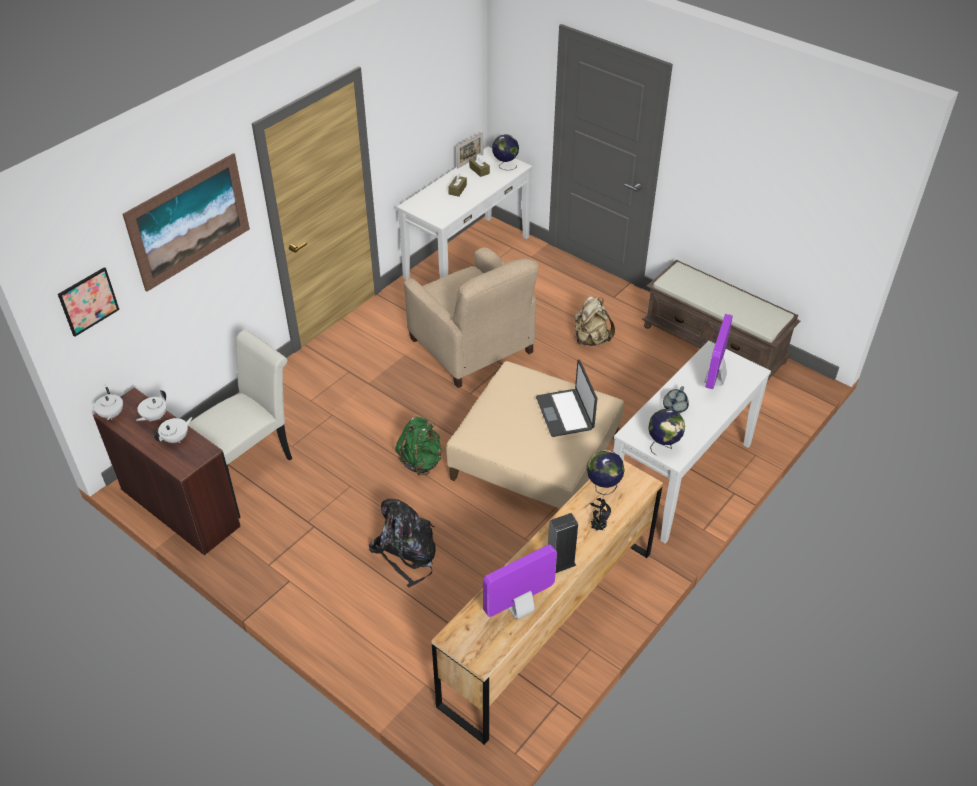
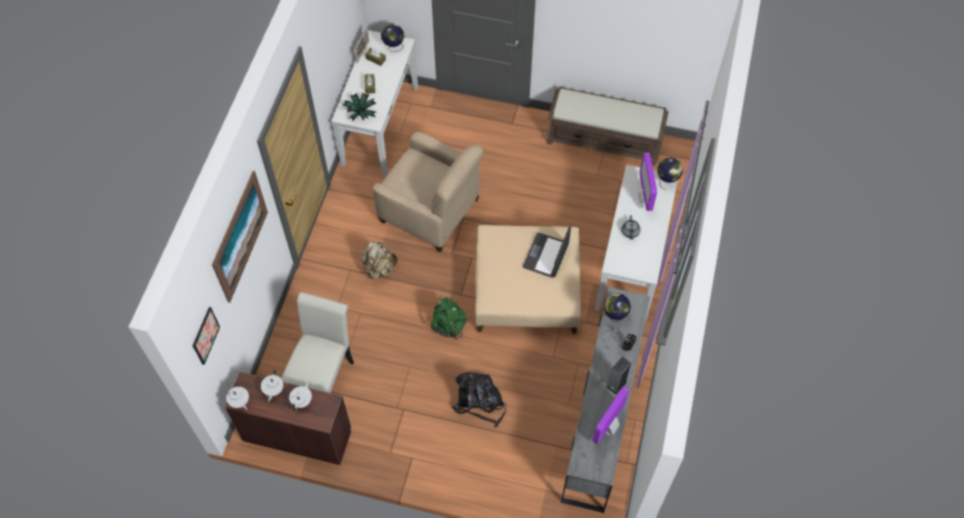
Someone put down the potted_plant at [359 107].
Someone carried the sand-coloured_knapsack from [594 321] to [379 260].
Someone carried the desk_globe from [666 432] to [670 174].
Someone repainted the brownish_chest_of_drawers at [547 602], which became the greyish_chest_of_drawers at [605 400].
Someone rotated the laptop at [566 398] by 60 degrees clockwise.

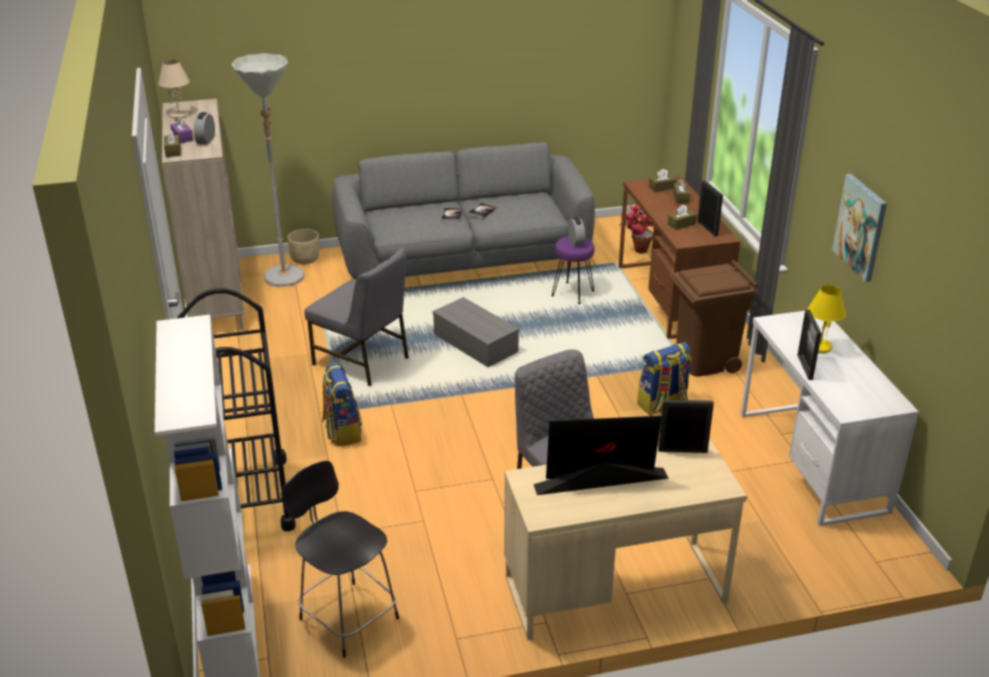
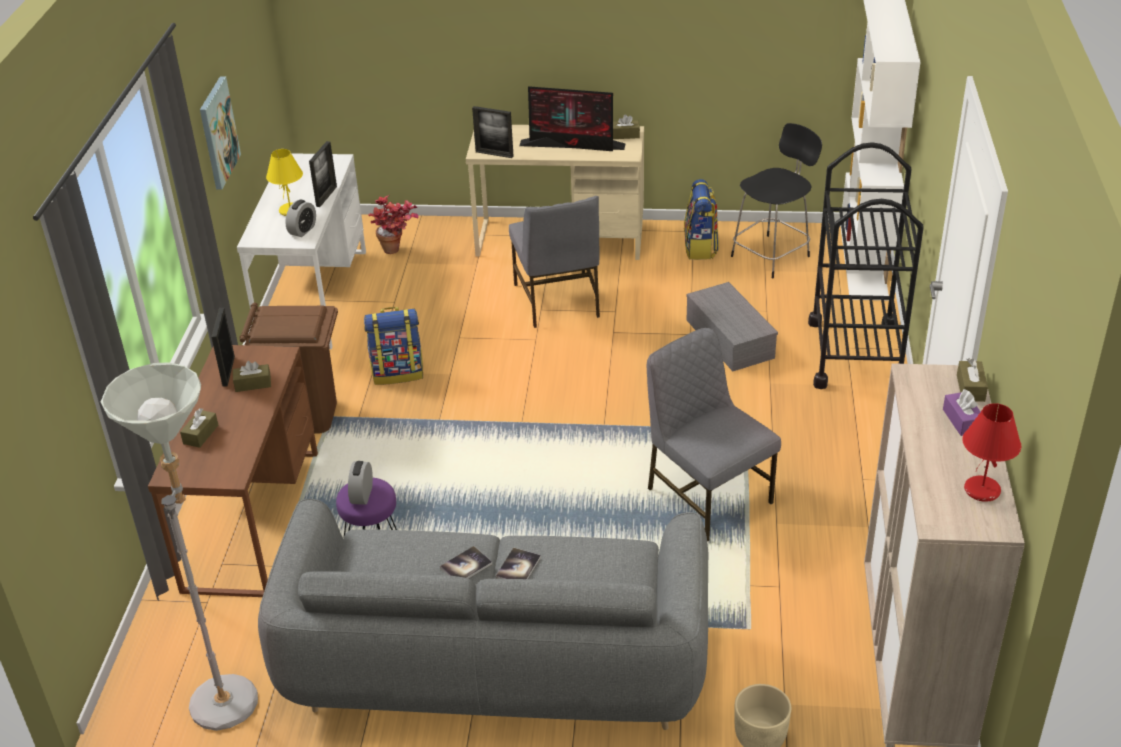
Someone carried the bedside_clock from [204 128] to [300 218].
Someone carried the greyish_standing_lamp from [268 170] to [179 546].
Someone carried the knapsack from [342 404] to [701 219].
Someone carried the greyish_storage_box from [475 332] to [732 326].
Someone carried the potted_plant from [636 229] to [393 224].
Someone carried the brownish_tissue_box from [663 180] to [626 126].
Someone repainted the sand-coloured_lamp_for_a_table at [174 88], which became the red-coloured_lamp_for_a_table at [992 452].
Someone rotated the blackish_upright_chair at [340 559] by 105 degrees counterclockwise.

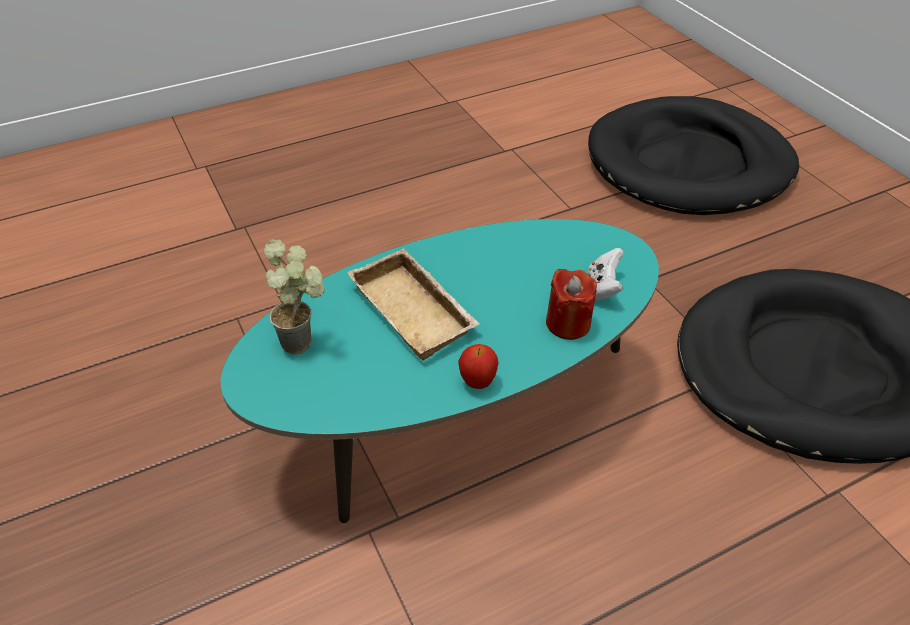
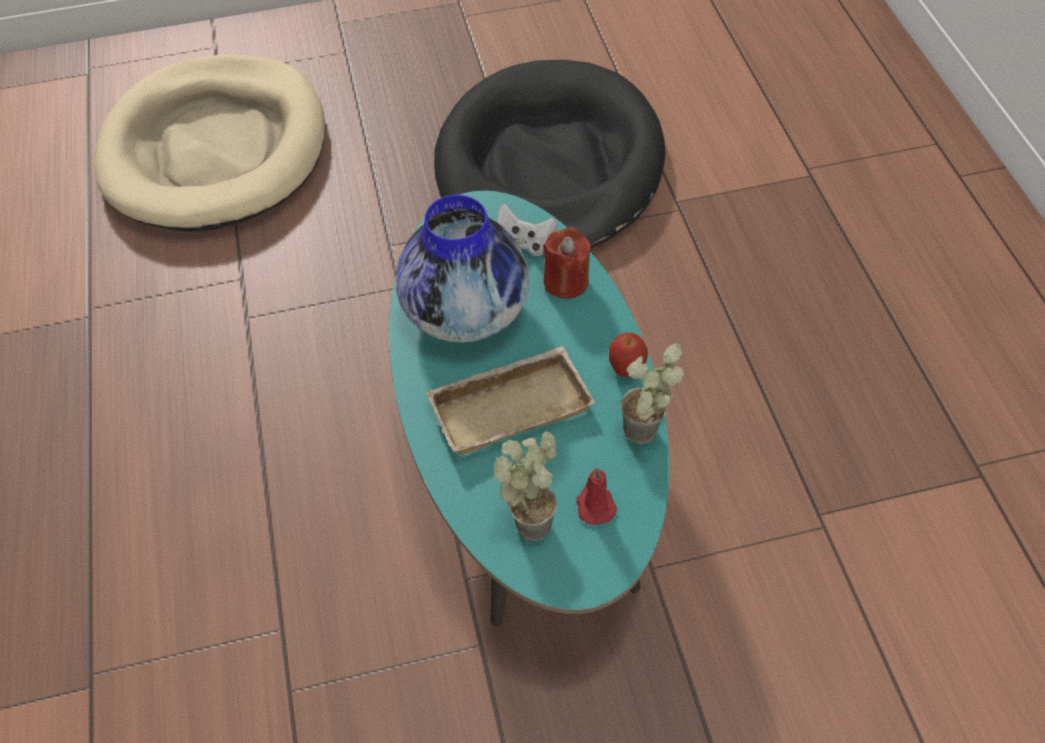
Someone put down the flower_vase at [462 268].
Someone put down the red-coloured_candle at [596 496].
Someone put down the potted_plant at [652 393].
Someone repainted the blackish_dog_bed at [693 155], which became the sand-coloured_dog_bed at [209 143].

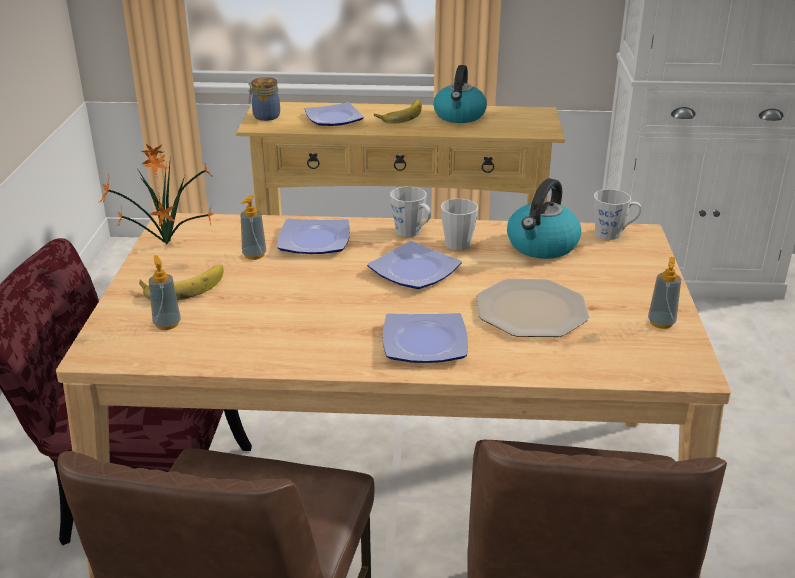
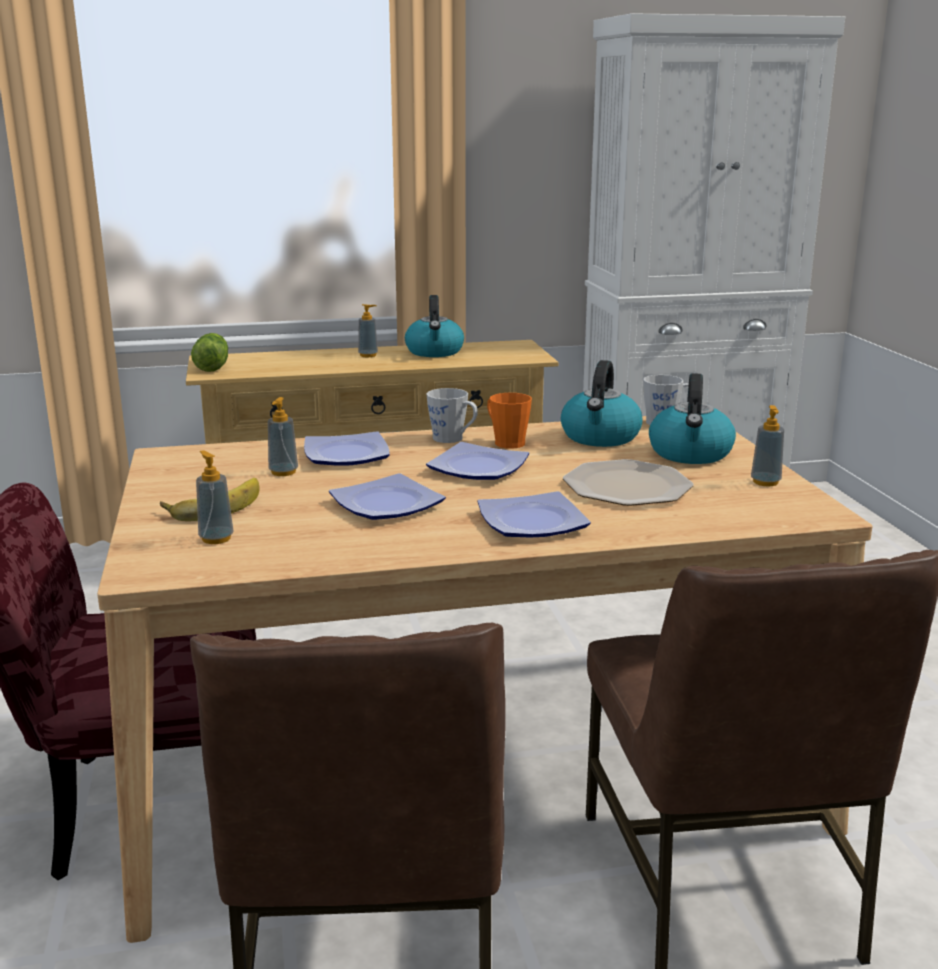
Someone took away the potted_plant at [157 194].
Someone put down the kettle at [692 418].
Someone carried the dinner_plate from [334 114] to [387 496].
Someone swapped the storage_jar at [264 99] for the head_of_lettuce at [209 352].
Someone swapped the banana at [398 112] for the liquid_soap_bottle at [368 330].
Someone repainted the greyish_tea_mug at [459 224], which became the orangey_tea_mug at [509 421].

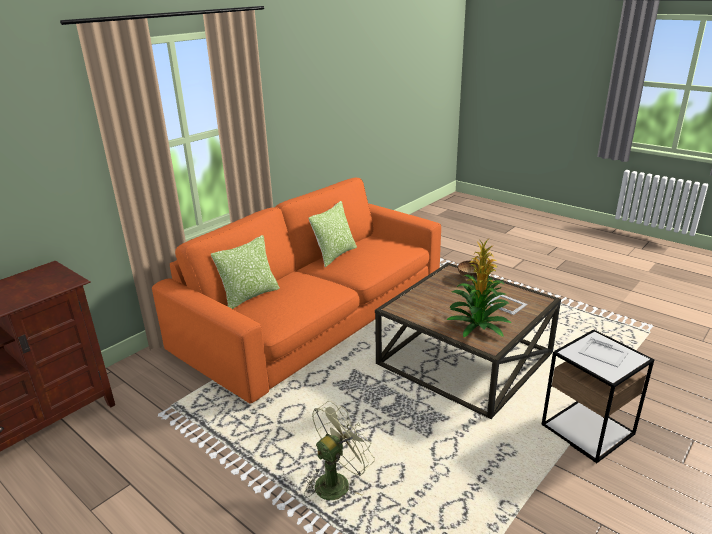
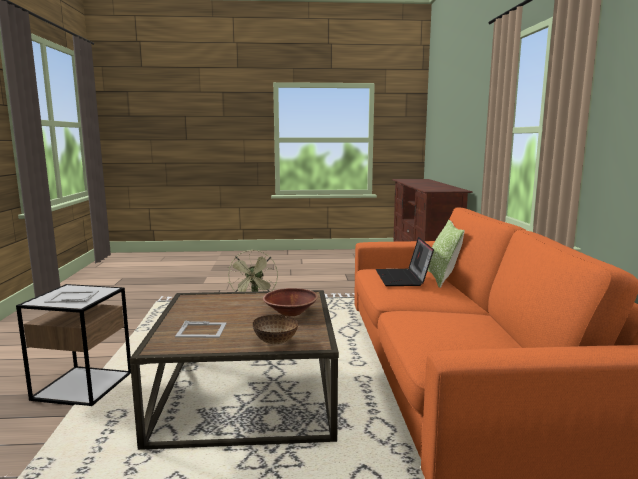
Someone took away the throw_pillow at [332 234].
Someone took away the potted_plant at [478 288].
Someone put down the brownish_serving_bowl at [290 302].
Someone put down the laptop at [405 261].

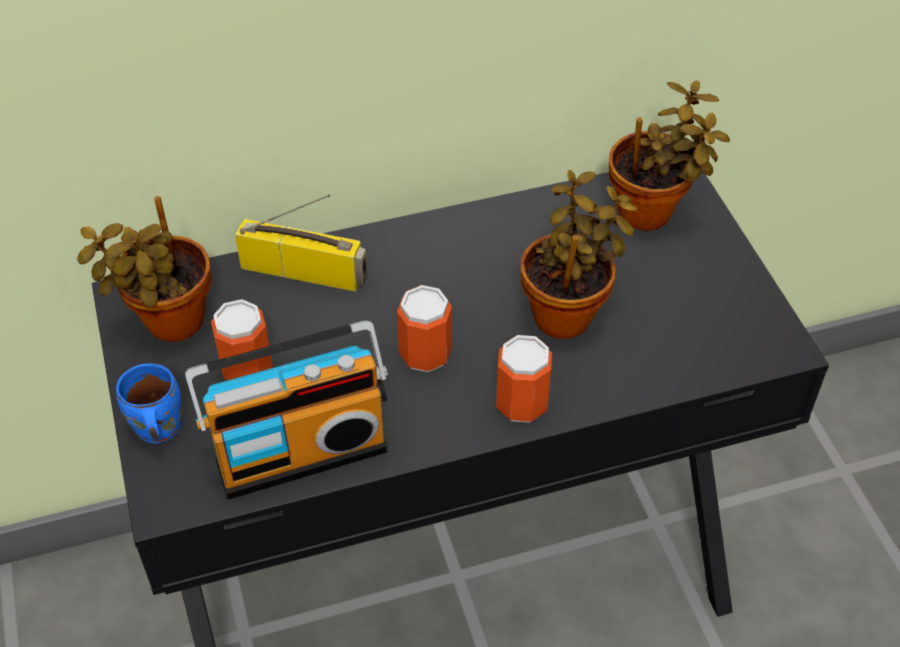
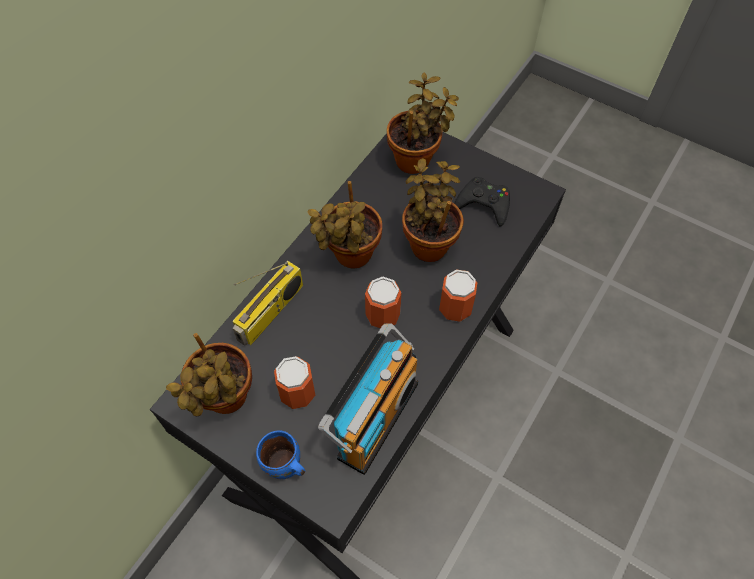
Someone put down the potted_plant at [345 224].
Someone put down the blackish_game_controller at [482 201].
Someone rotated the radio_receiver at [301 242] by 150 degrees clockwise.

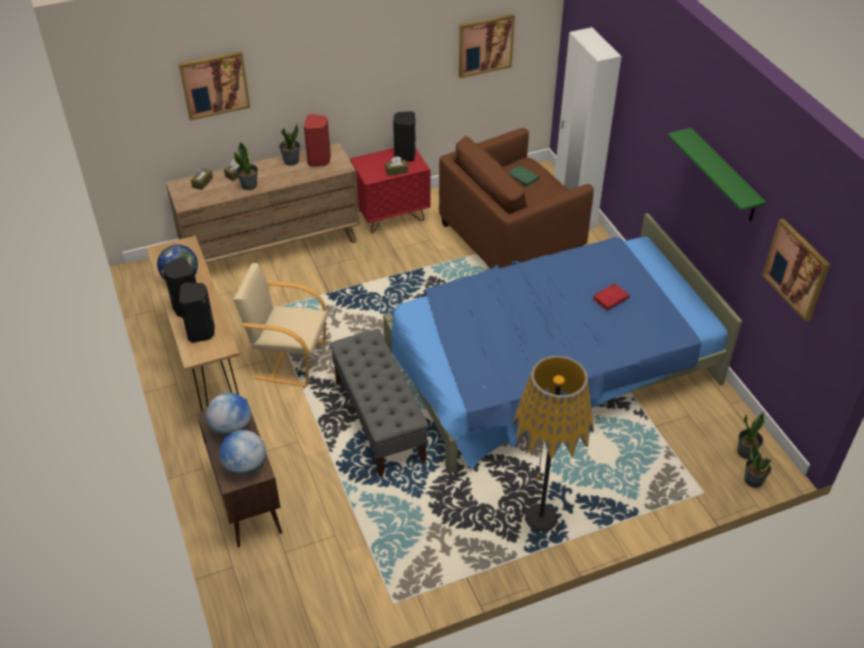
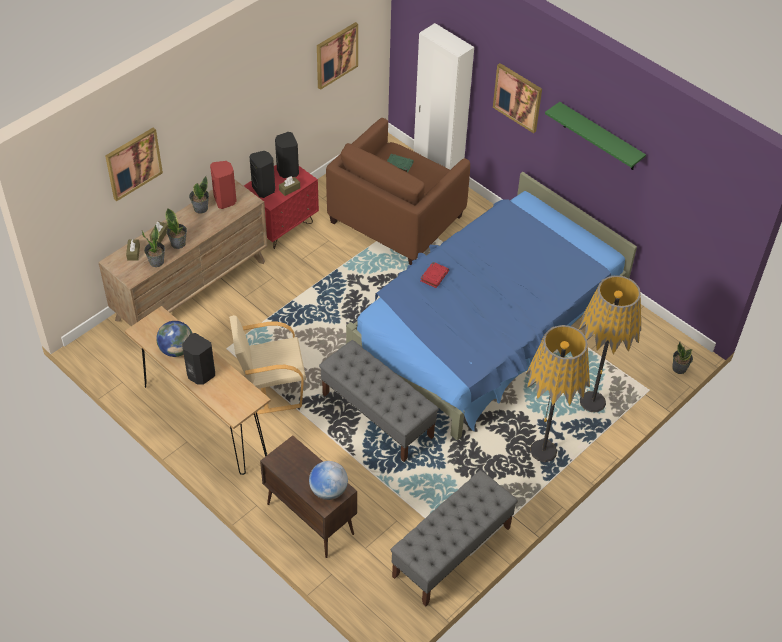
Someone took away the desk_globe at [228 415].
Someone put down the greyish_indoor_bench at [454 538].
Someone put down the standing_lamp at [610 344].
Someone carried the blackish_audio_speaker from [197 312] to [262 174].
Someone carried the red-coloured_bound_book from [611 297] to [435 275].
Someone carried the potted_plant from [750 435] to [153 246].
Someone carried the wall_art from [796 270] to [517 98].

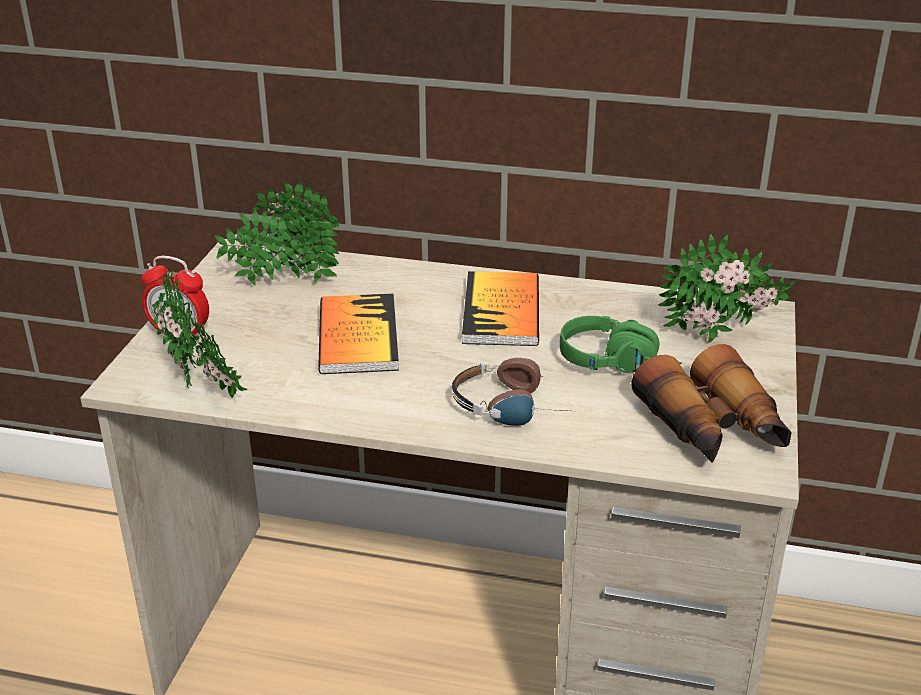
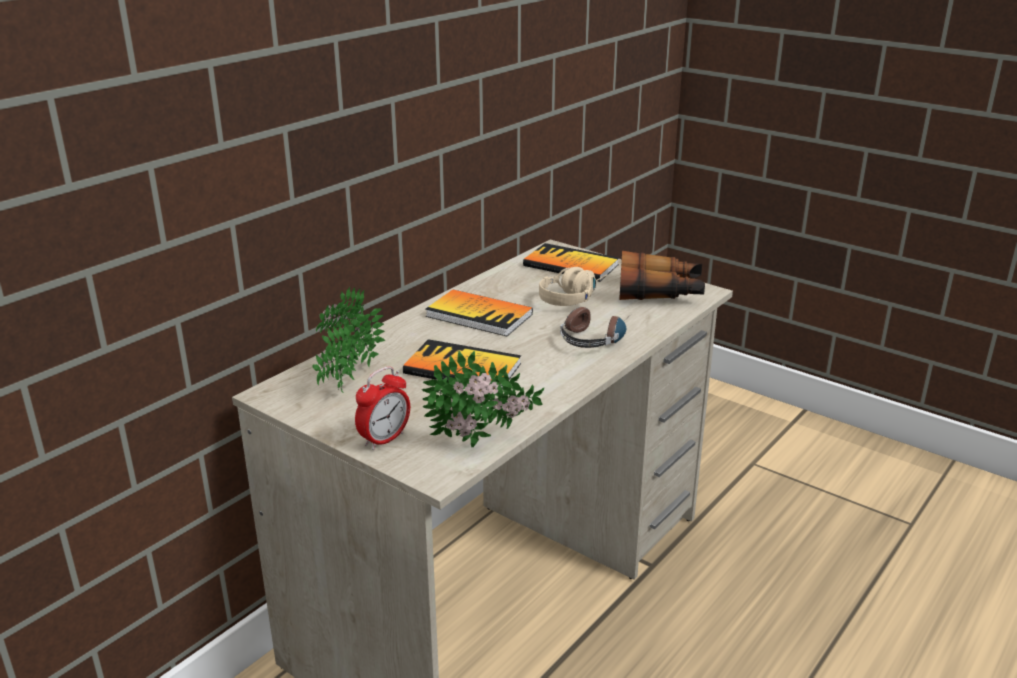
Someone swapped the potted_plant at [726 288] for the bound_book at [571 262].
Someone repainted the green_headset at [621 344], which became the sand-coloured_headset at [573 286].

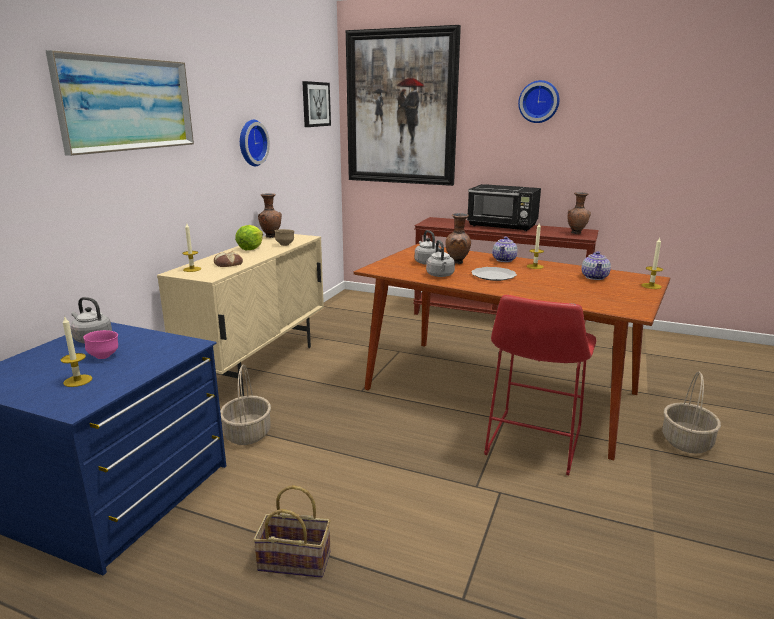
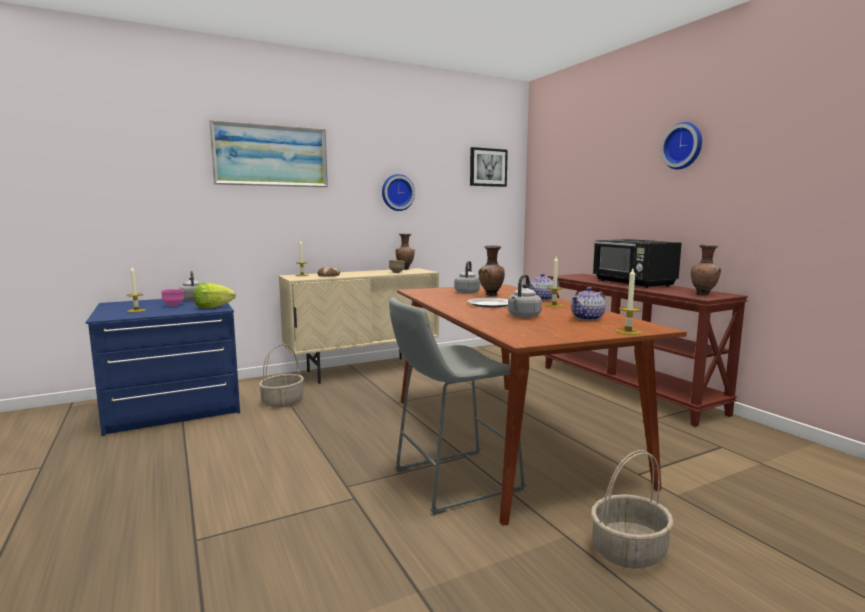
Someone took away the household_basket at [292 531].
Someone took away the wall_art at [403 105].
Someone carried the head_of_lettuce from [249 238] to [215 295].
Someone carried the greyish_kettle from [440 258] to [525 296].
Someone repainted the red-coloured_sitting_stool at [540 385], which became the greyish_sitting_stool at [457 406].

